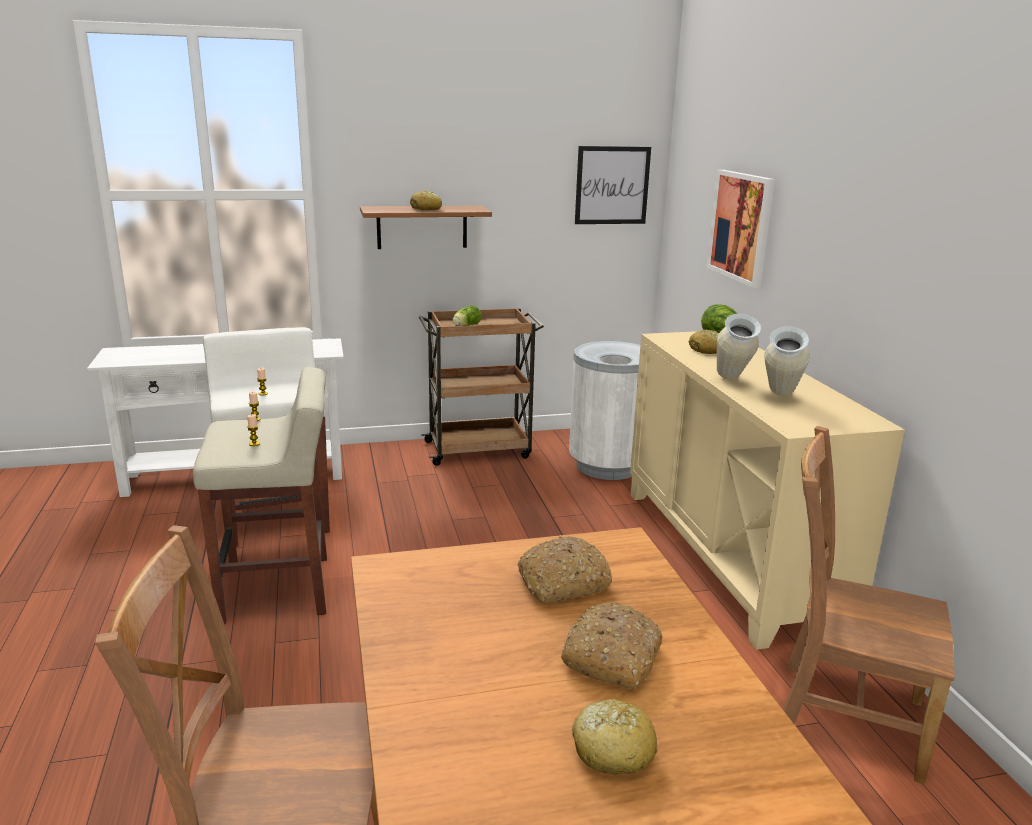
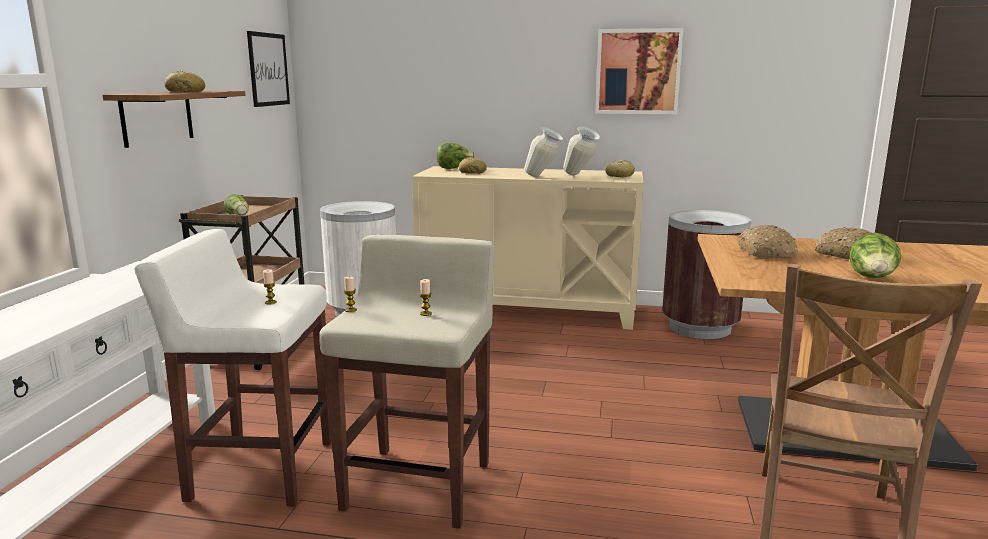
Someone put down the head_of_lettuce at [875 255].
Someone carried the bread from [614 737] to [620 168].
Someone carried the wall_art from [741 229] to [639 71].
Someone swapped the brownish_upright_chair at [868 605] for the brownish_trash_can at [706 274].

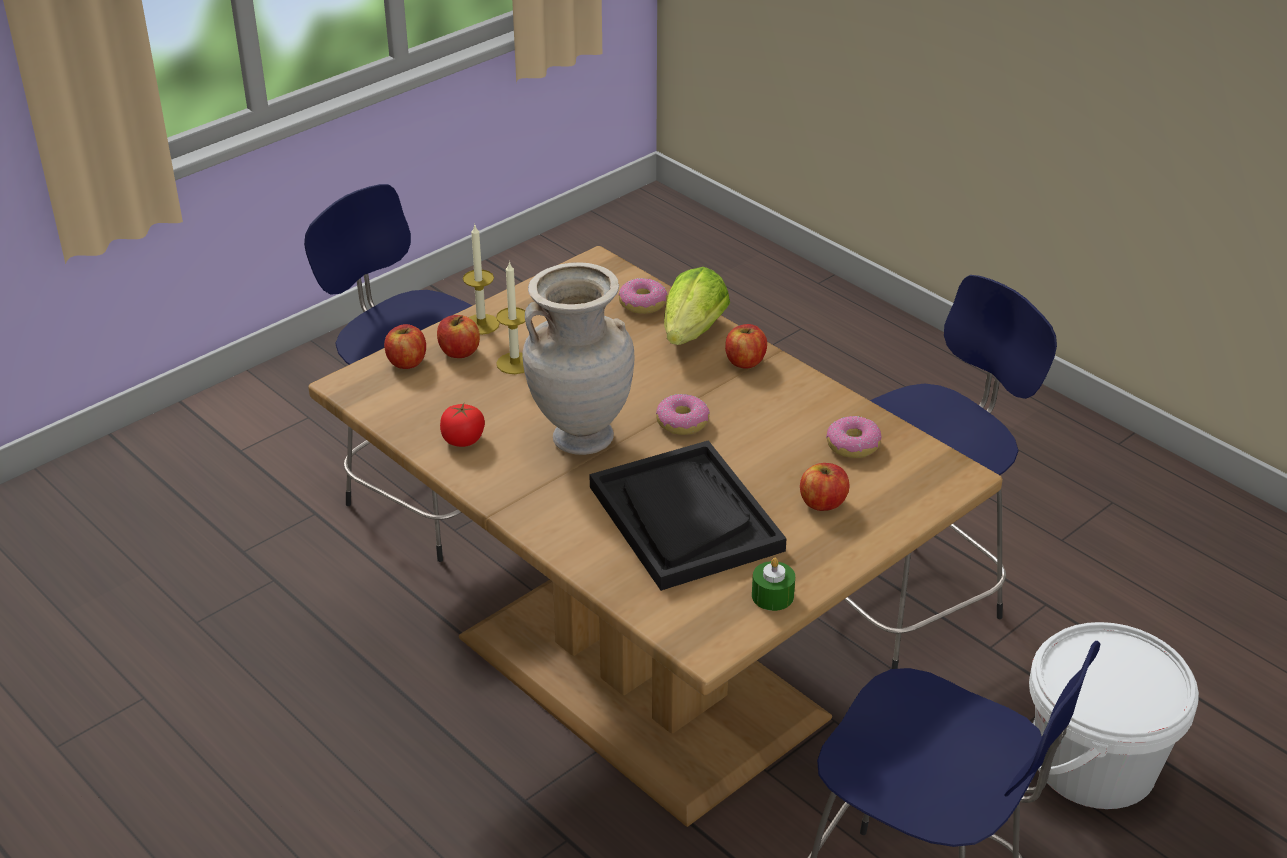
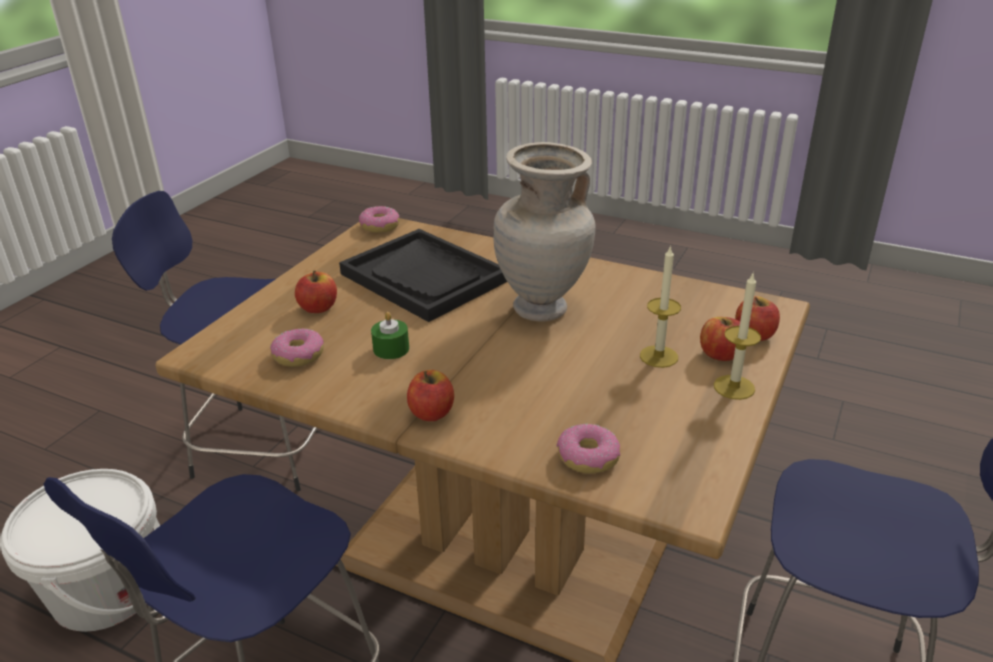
Someone took away the tomato at [462 425].
Someone took away the head_of_lettuce at [697 306].
Someone carried the ring_doughnut from [683 414] to [379 219].
Someone carried the green_candle from [773 584] to [390 335].

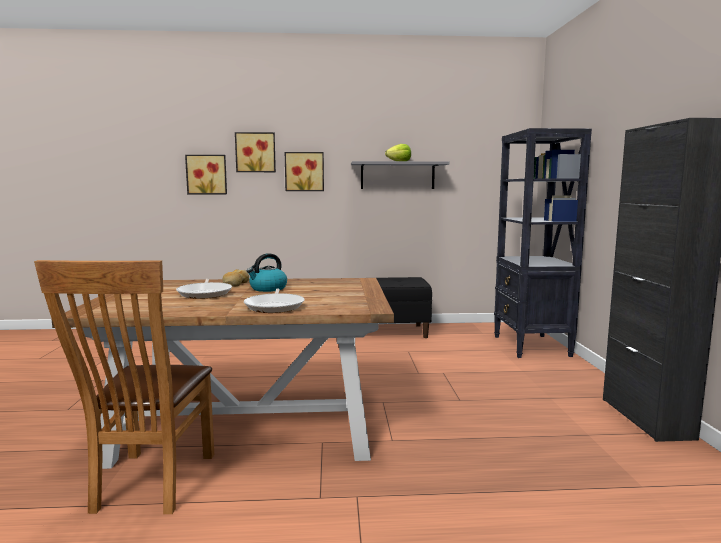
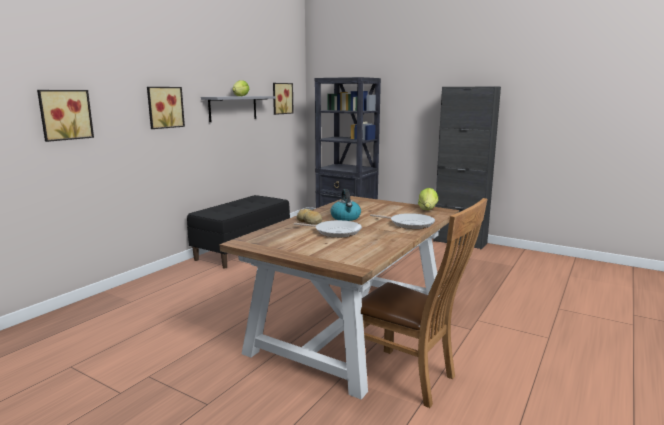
Someone put down the head_of_lettuce at [428 199].
Someone carried the wall_art from [255 152] to [283 99].

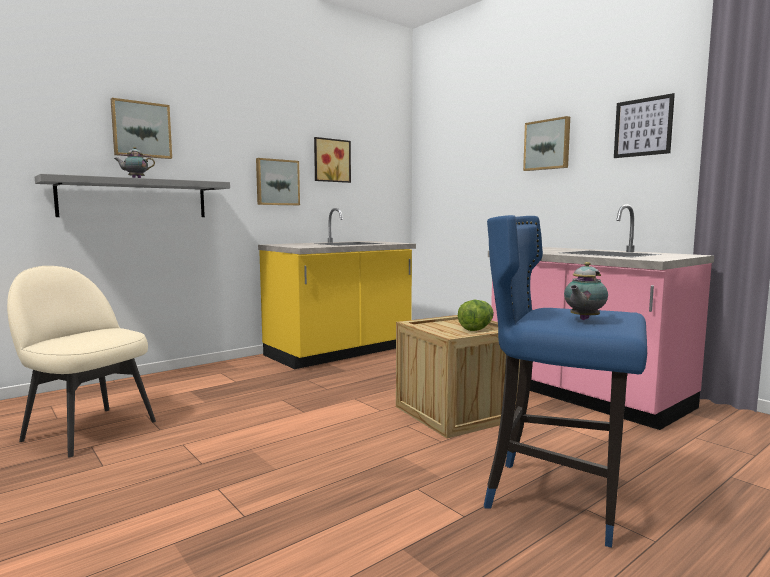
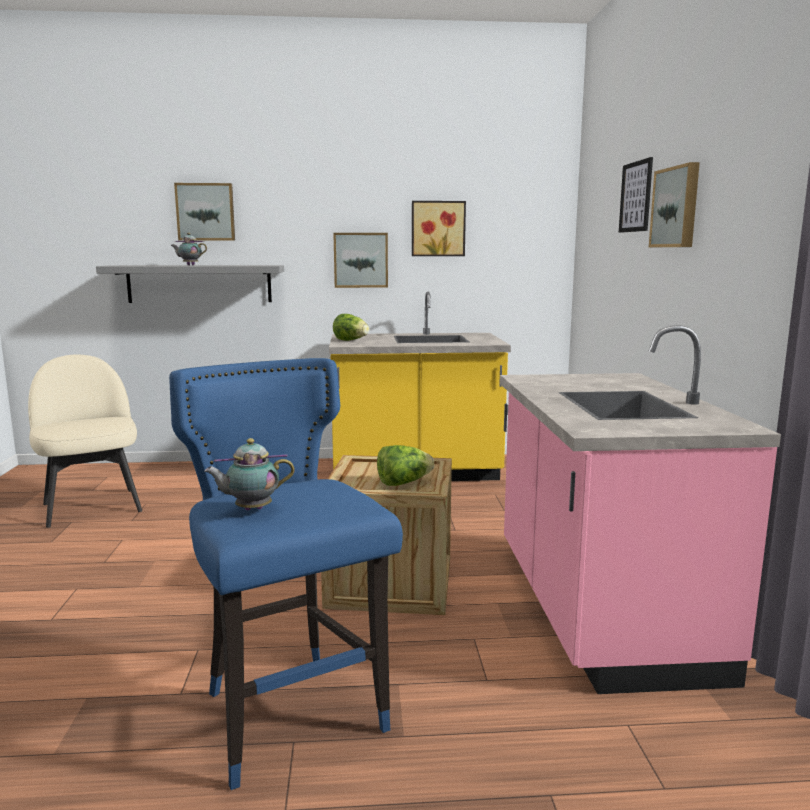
Someone put down the head_of_lettuce at [351 327].
Someone carried the wall_art from [644 125] to [636 195].

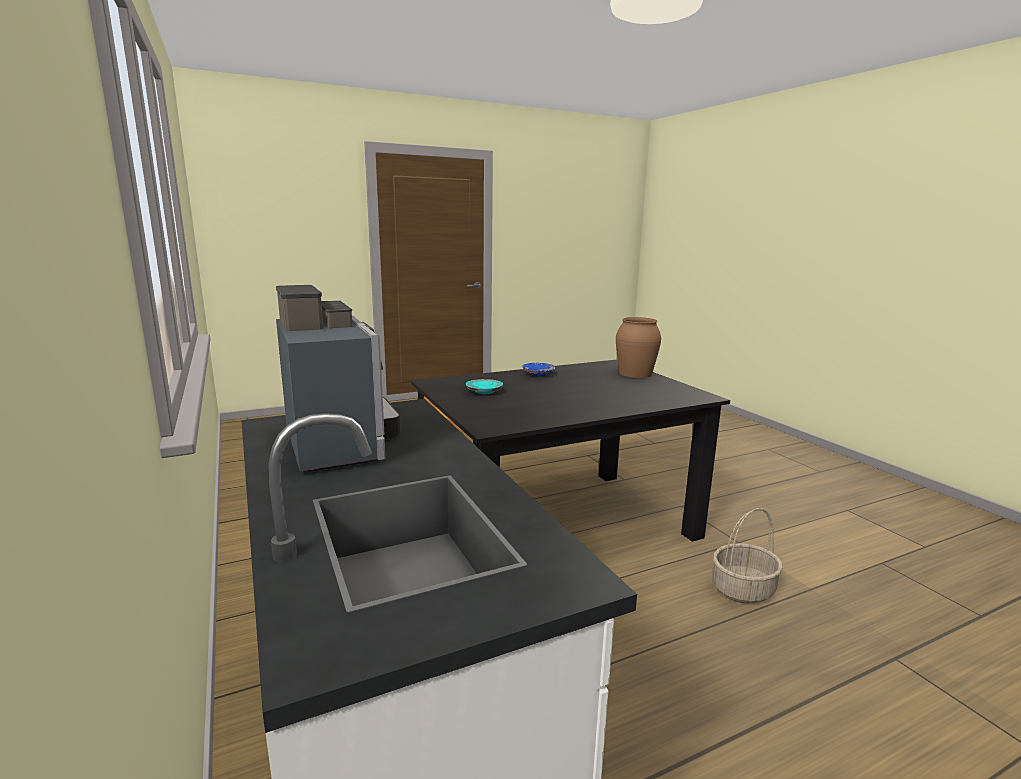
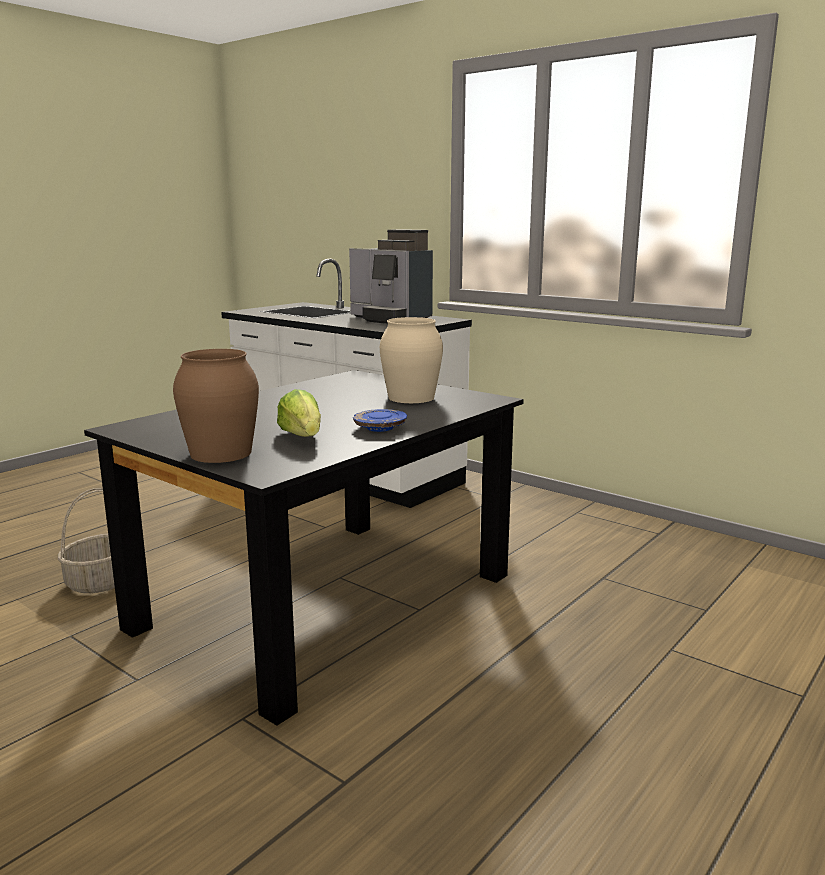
Someone put down the head_of_lettuce at [299 413].
Someone swapped the blue-green_dinner_plate at [484 386] for the sand-coloured_flower_vase at [411 360].

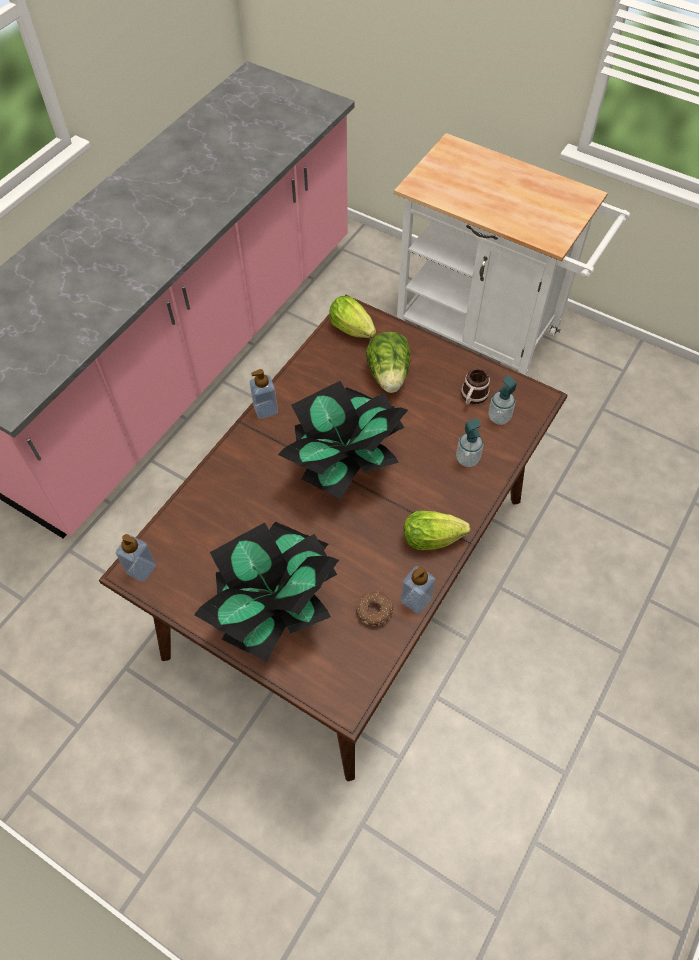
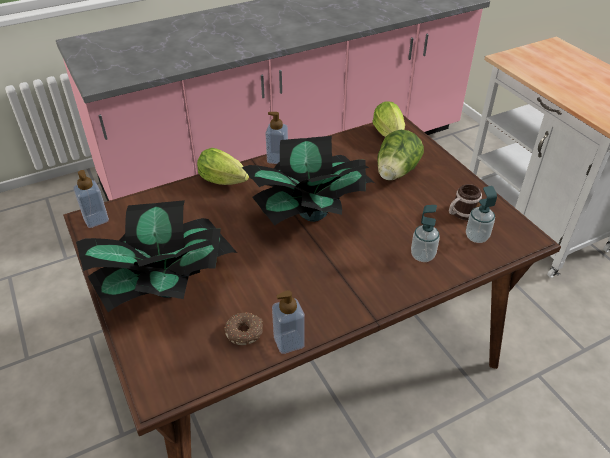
Someone carried the head_of_lettuce from [437 530] to [223 166].

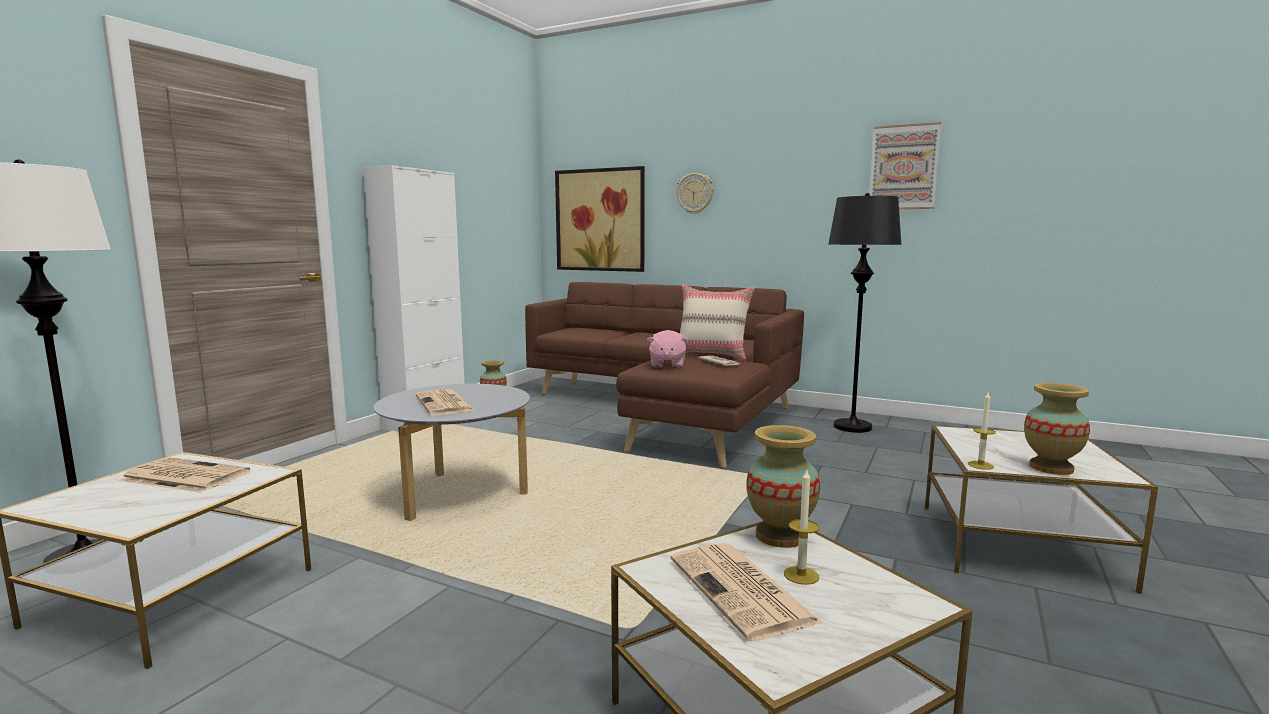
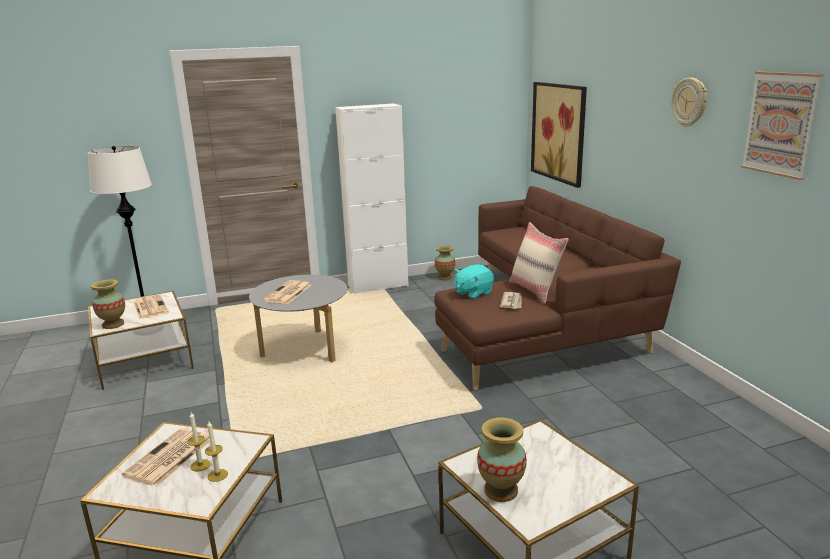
Someone took away the blackish_standing_lamp at [865 313].
Someone carried the clock_on_the_wall from [694 193] to [689 102].
Someone carried the flower_vase from [783 486] to [108 304].
Someone carried the candle from [982 431] to [216 451].
Someone repainted the pink-coloured_plush_toy at [667 349], which became the blue-green_plush_toy at [474 281].

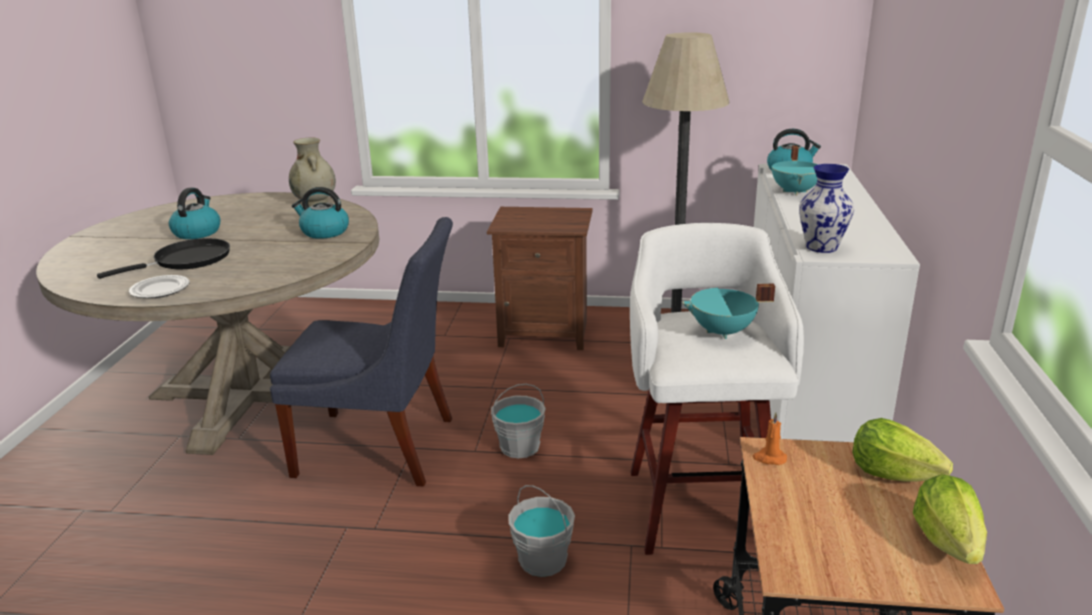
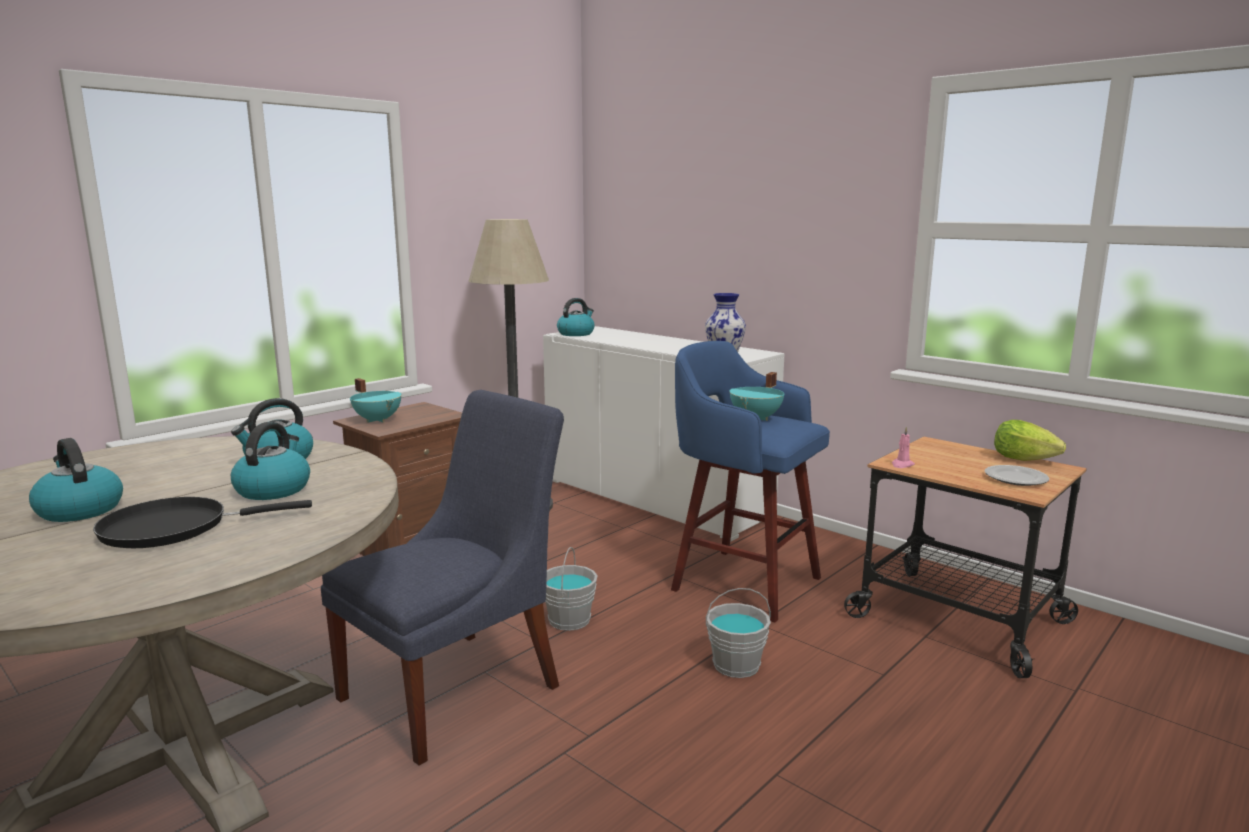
Someone took away the sand-coloured_flower_vase at [312 171].
Someone took away the head_of_lettuce at [902 449].
Someone put down the kettle at [270 461].
Someone carried the dinner_plate from [159 286] to [1017 475].
Someone carried the blue-green_saucepot from [794 170] to [376 400].
Someone repainted the white-coloured_sitting_stool at [717 389], which became the bluish_sitting_stool at [750 482].
Someone repainted the orangey_candle at [769 438], which became the pink-coloured_candle at [903 447].
Someone rotated the blackish_skillet at [163 258] by 105 degrees counterclockwise.

